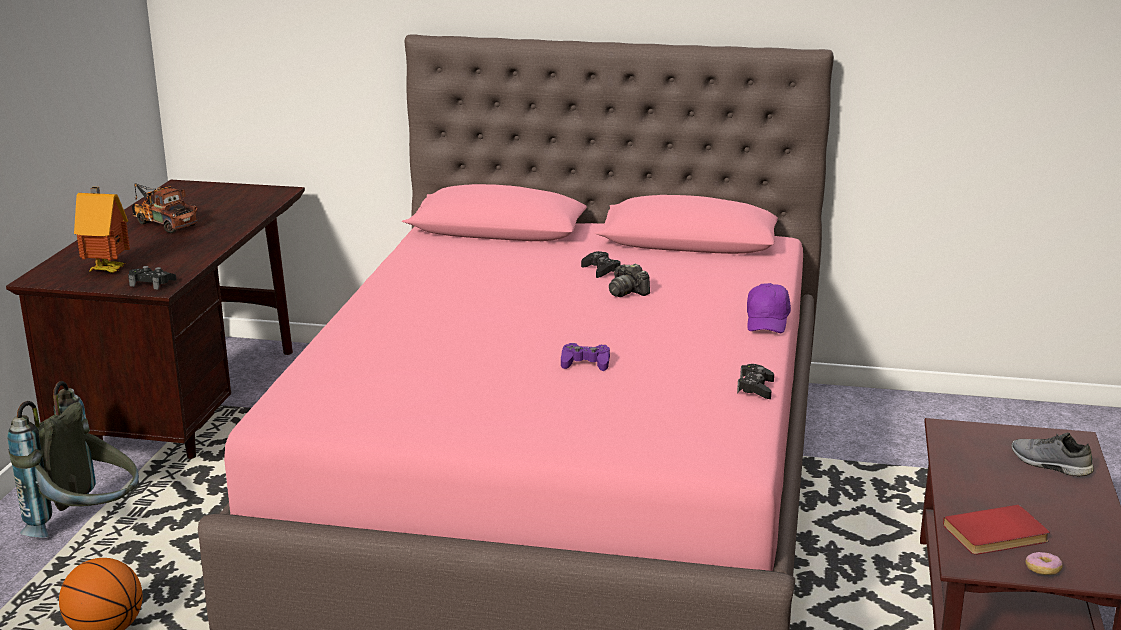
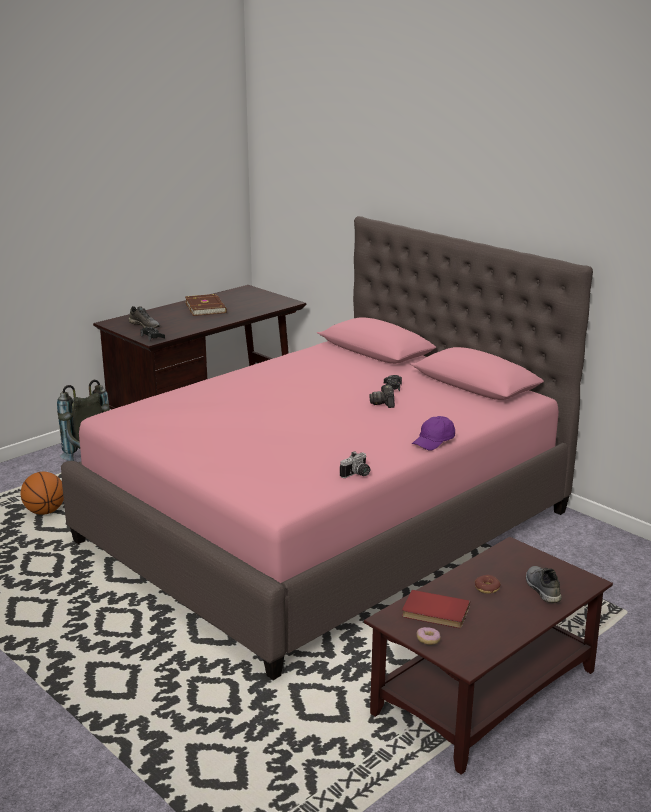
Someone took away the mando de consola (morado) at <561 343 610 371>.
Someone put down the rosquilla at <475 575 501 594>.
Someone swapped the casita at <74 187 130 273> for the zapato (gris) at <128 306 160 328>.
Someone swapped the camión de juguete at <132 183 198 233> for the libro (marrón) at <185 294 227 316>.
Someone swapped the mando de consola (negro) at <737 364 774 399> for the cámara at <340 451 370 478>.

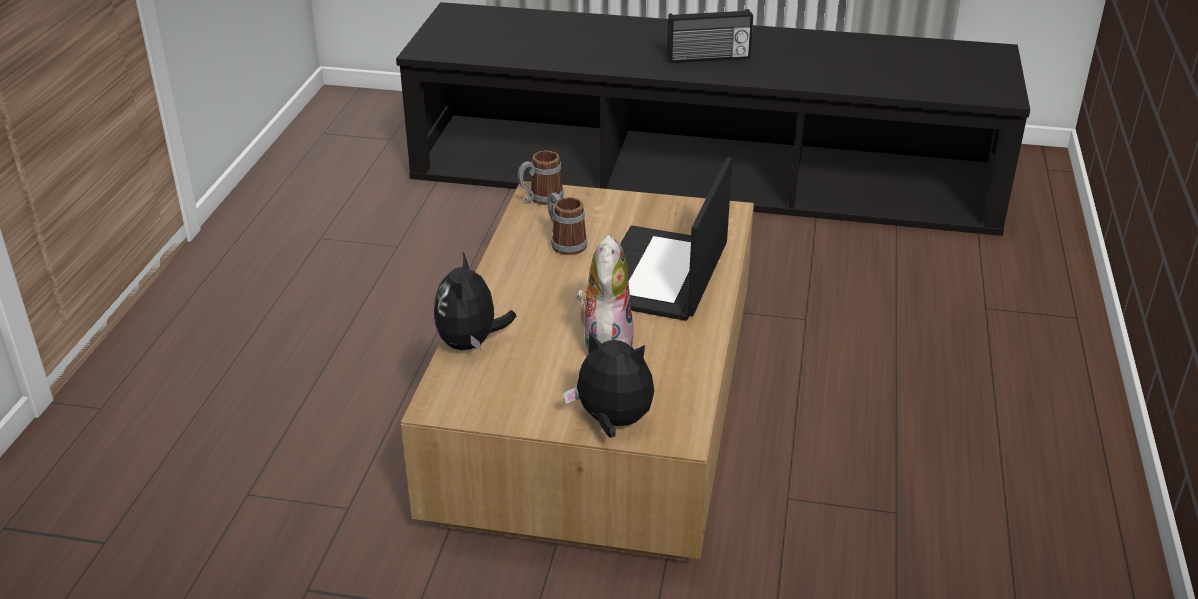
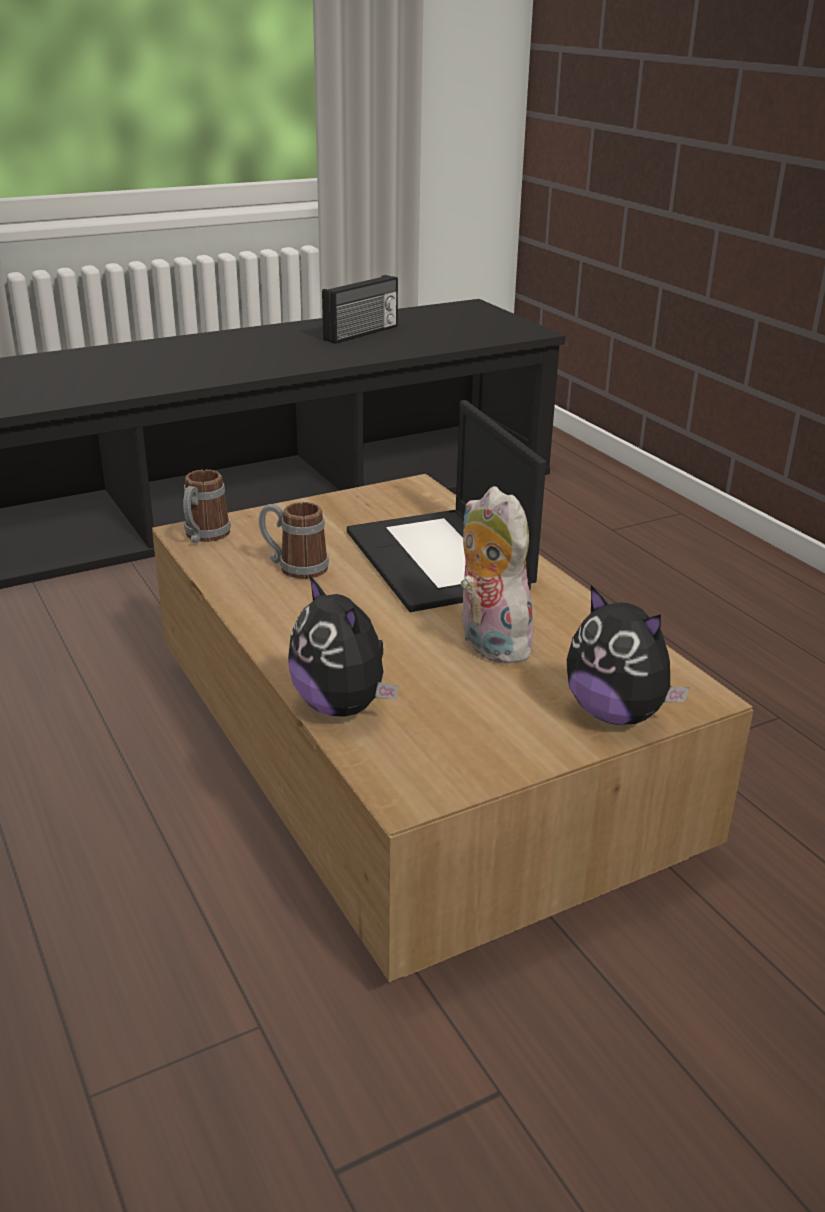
Someone carried the radio from <667 9 753 63> to <322 275 398 344>.
Someone rotated the peluche at <564 331 654 437> by 120 degrees counterclockwise.

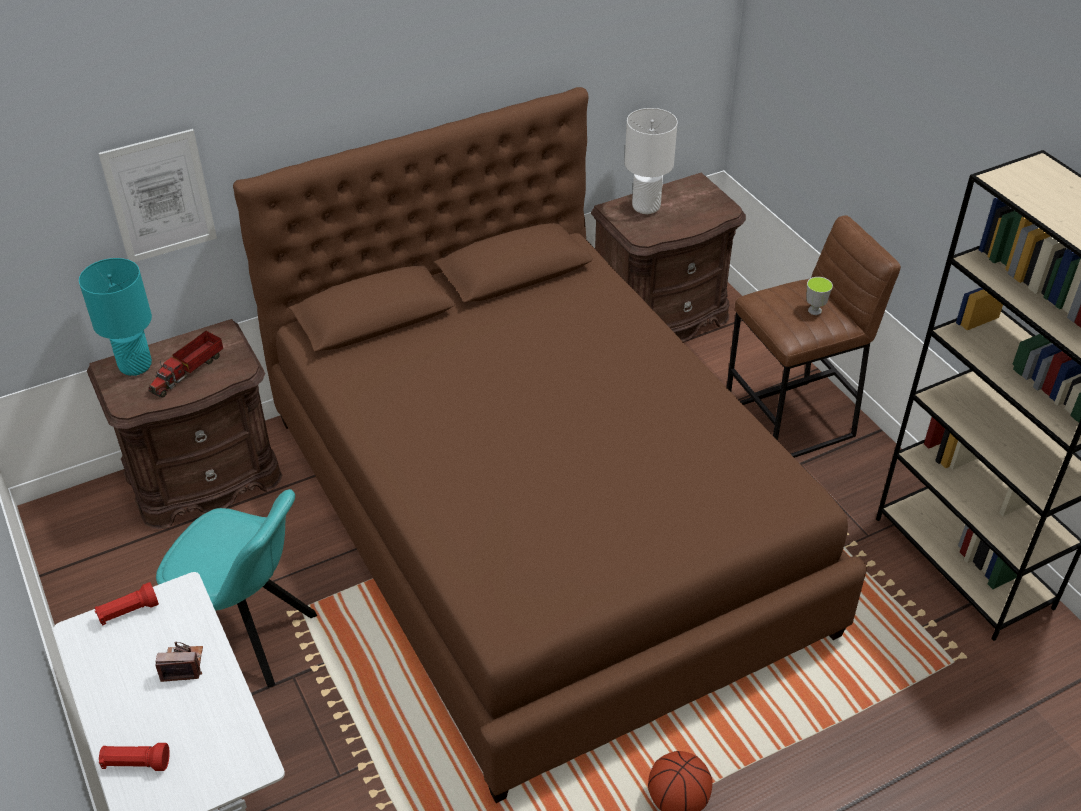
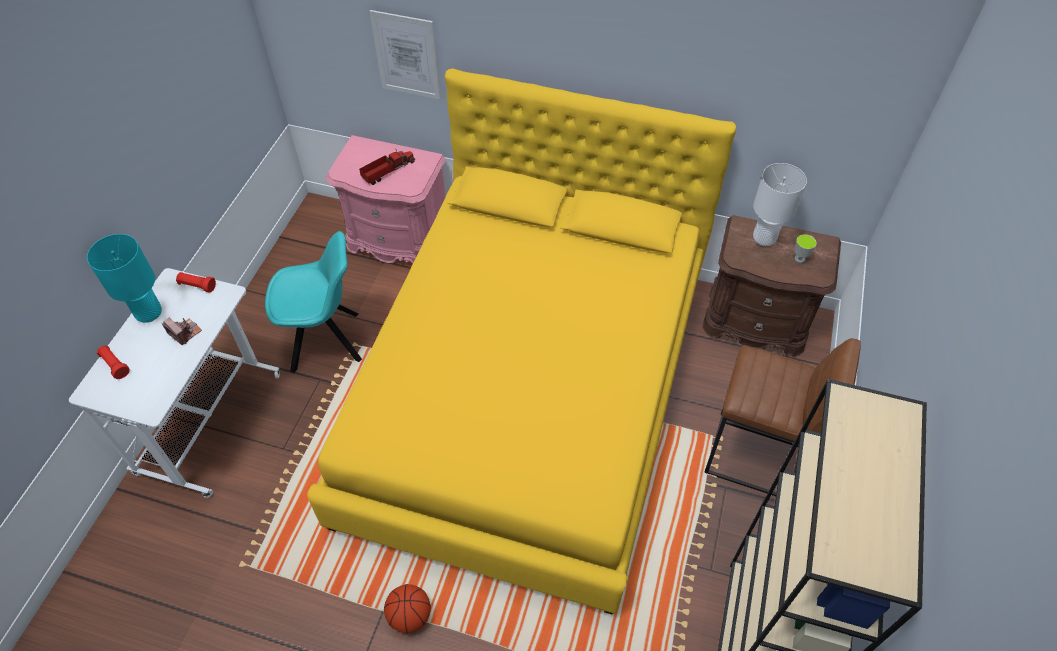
Someone carried the lámpara de mesa (turquesa) from <79 258 152 376> to <87 234 162 323>.
Someone carried the taza from <806 277 833 315> to <795 234 817 263>.
Someone repainted the mesita de noche (marrón) at <87 319 282 529>, which became the mesita de noche (rosa) at <326 135 446 263>.
Someone repainted the cama (marrón) at <233 87 867 803>, which became the cama (amarillo) at <307 68 736 615>.
Someone rotated the camión de juguete at <149 331 223 398> by 150 degrees clockwise.
Someone rotated the silla (turquesa) at <156 489 317 688> by 75 degrees counterclockwise.

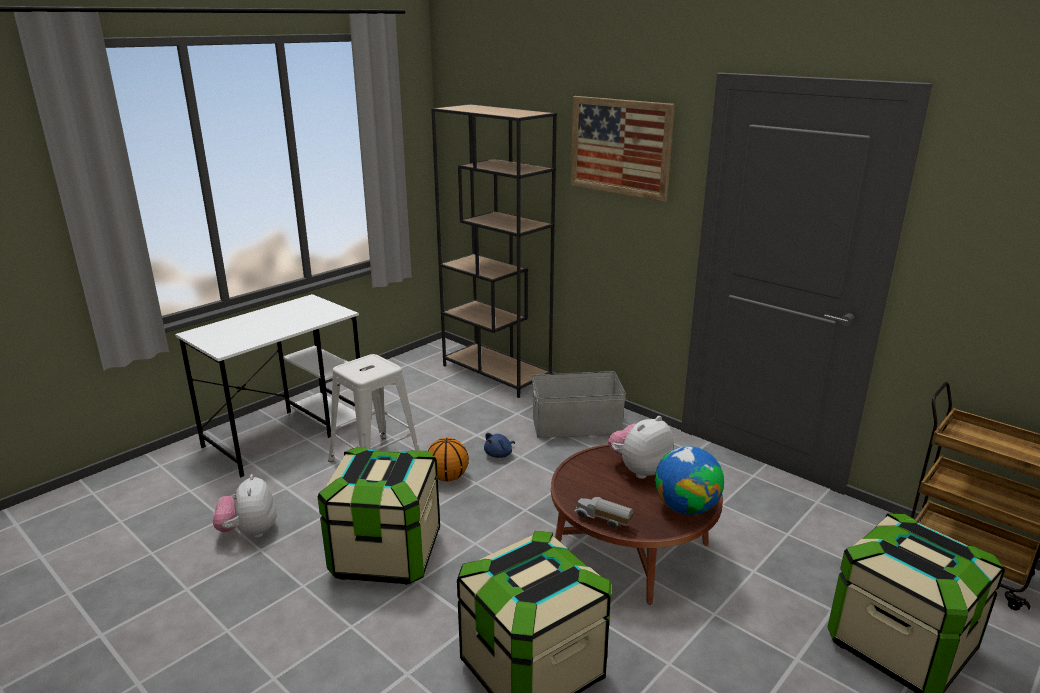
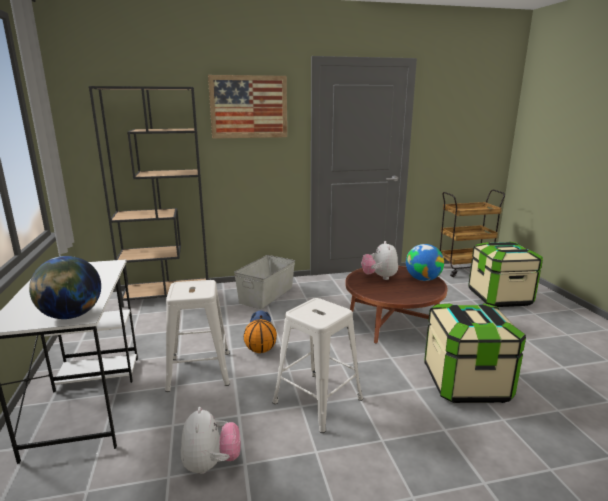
Someone took away the camión de juguete at <574 497 634 529>.
Someone put down the globo terráqueo at <29 256 101 319>.
Someone swapped the caja de almacenaje at <318 447 440 585> for the taburete (blanco) at <272 298 363 433>.
Someone rotated the peluche at <213 474 277 538> by 120 degrees counterclockwise.

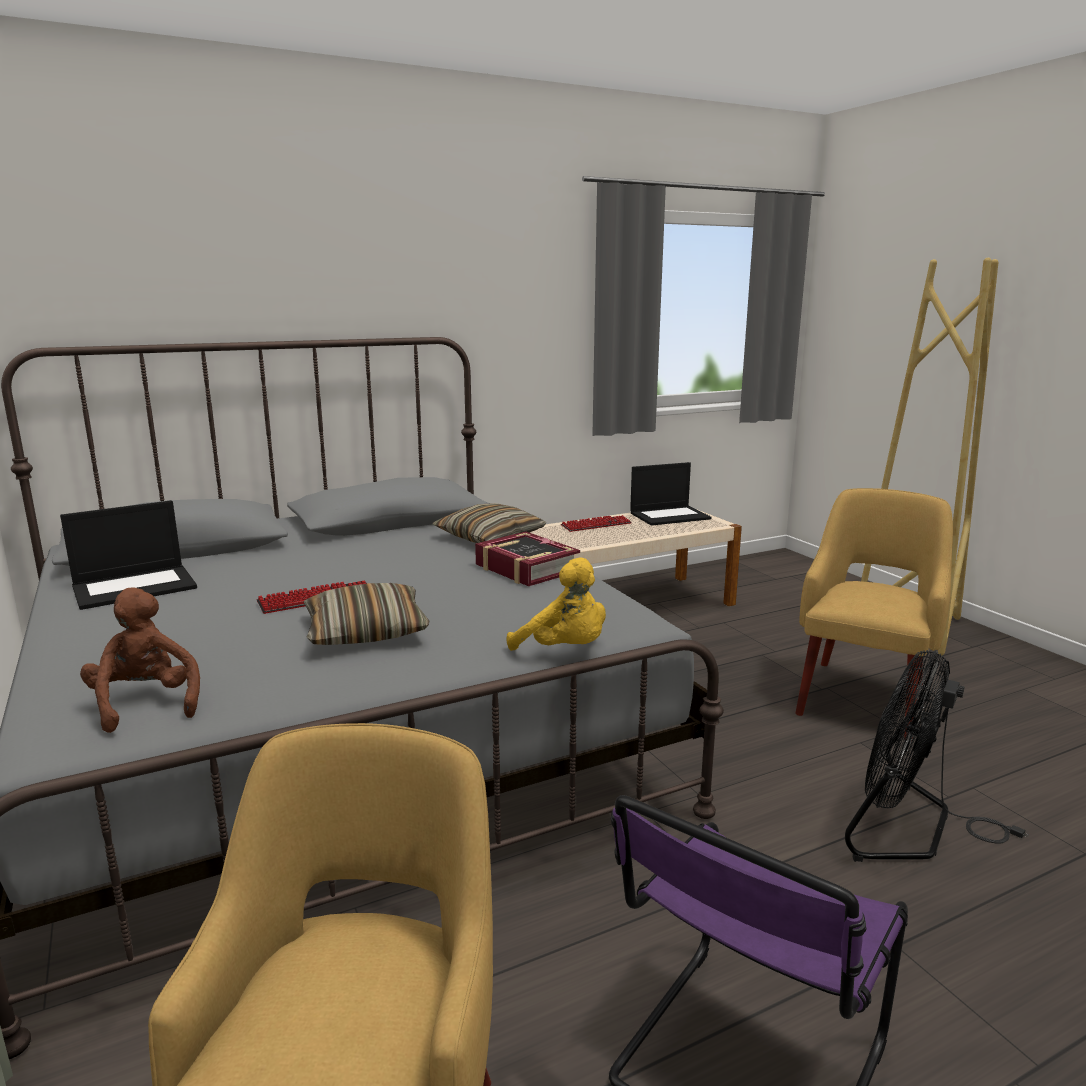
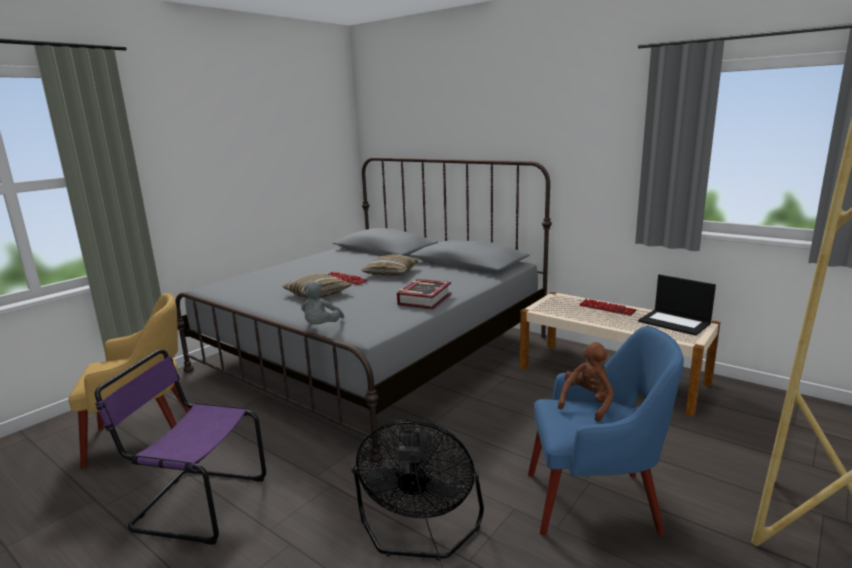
Someone took away the portátil at <60 500 197 610>.
Someone carried the peluche (marrón) from <80 587 200 733> to <558 342 614 422>.
Someone carried the cojín from <432 503 547 543> to <361 254 418 276>.
Someone repainted the peluche (amarillo) at <506 557 606 651>, which became the peluche (gris) at <301 281 344 325>.
Someone repainted the sillón (amarillo) at <795 488 953 739>, which became the sillón (azul) at <528 326 684 536>.

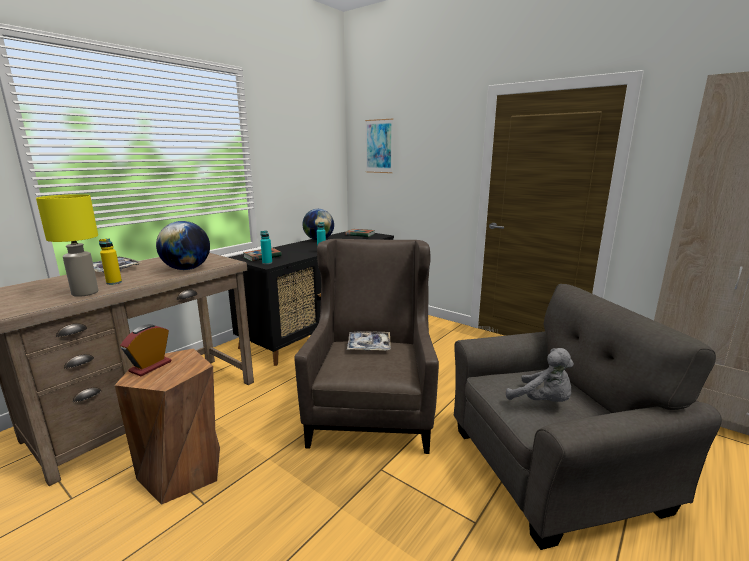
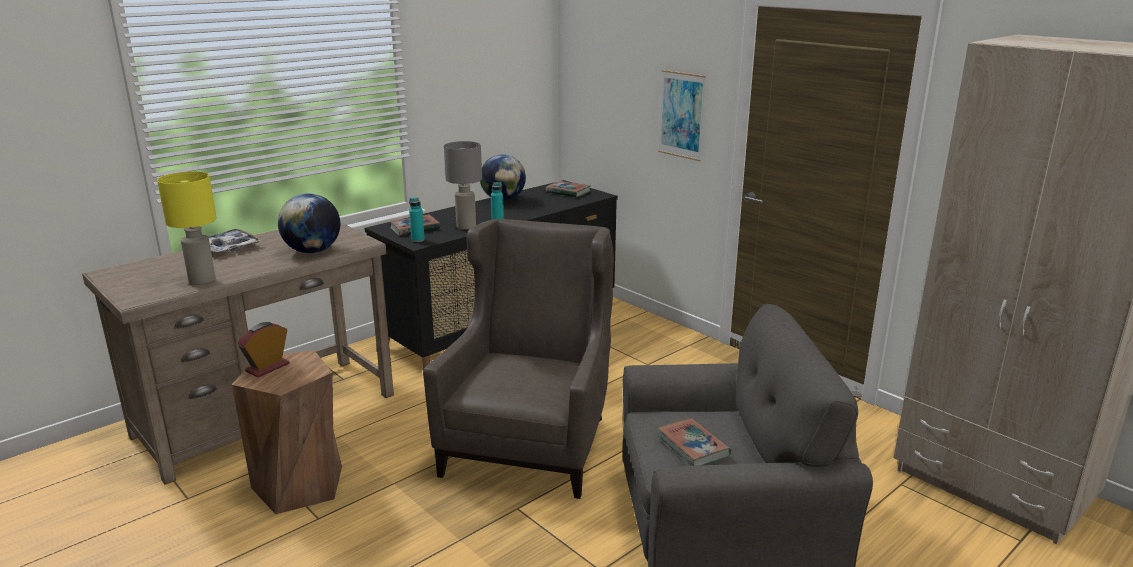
Someone took away the botella (amarillo) at <99 238 122 285>.
Someone took away the bandeja at <347 331 391 350>.
Someone put down the lámpara de mesa (gris) at <444 141 482 230>.
Someone carried the cuadro from <365 119 393 173> to <658 70 706 161>.
Someone swapped the peluche (gris) at <506 348 574 402> for the libro at <658 418 731 466>.

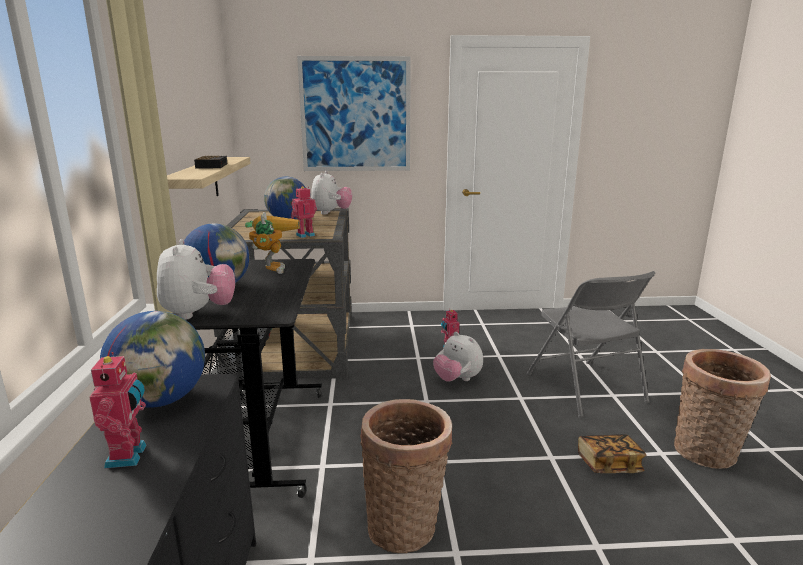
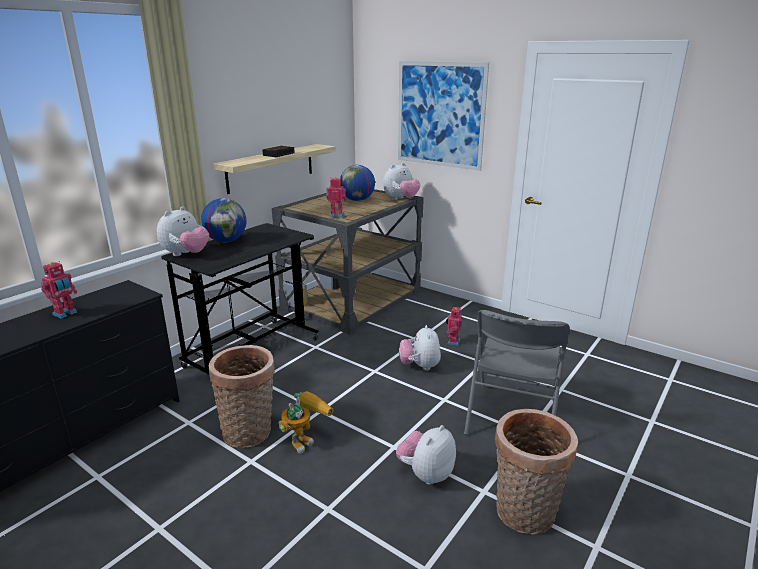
Someone took away the globo terráqueo at <100 311 205 408>.
Someone carried the robot de juguete from <245 212 300 274> to <279 391 334 454>.
Someone swapped the libro at <578 434 646 473> for the peluche at <396 425 456 485>.

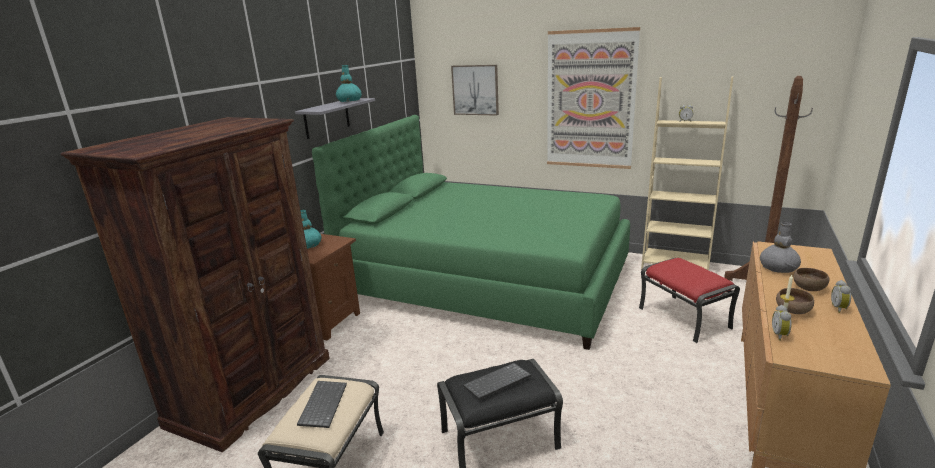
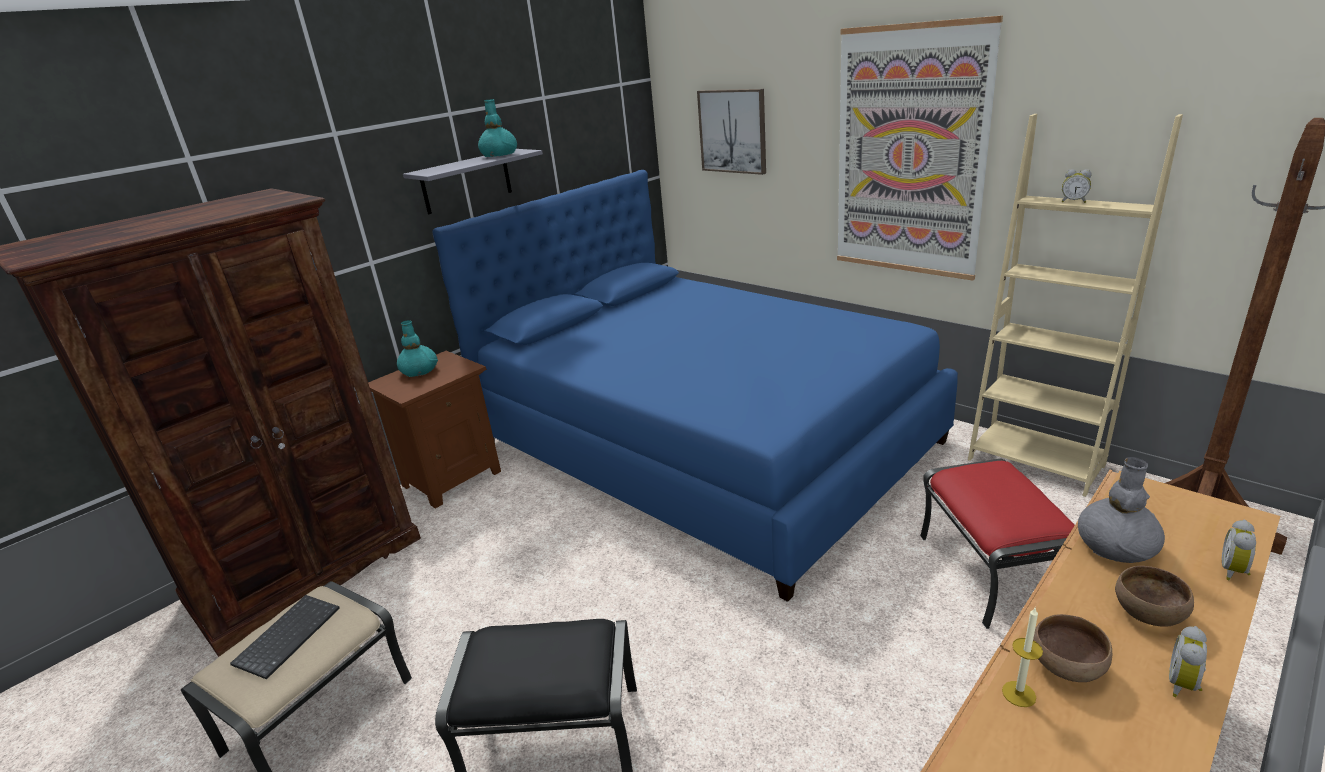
Someone took away the teclado at <463 363 531 400>.
Someone carried the despertador from <772 305 792 341> to <1222 520 1256 580>.
Someone repainted the cama (verde) at <312 115 630 350>, which became the cama (azul) at <432 170 958 602>.

